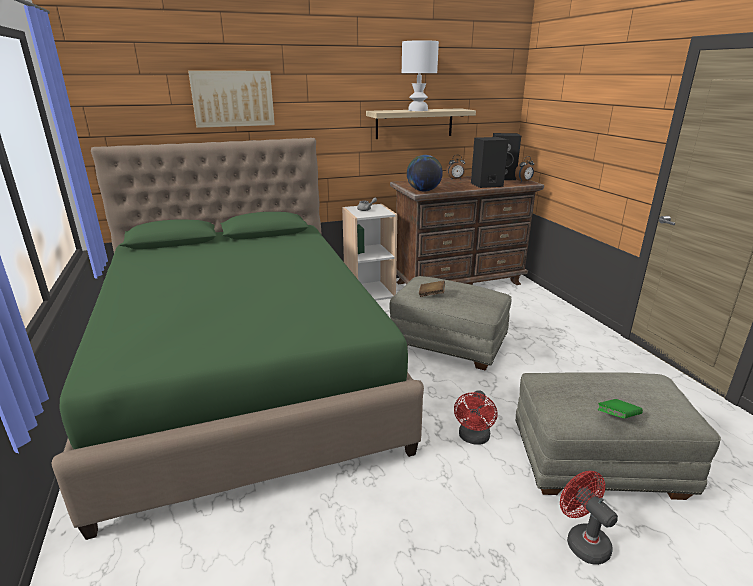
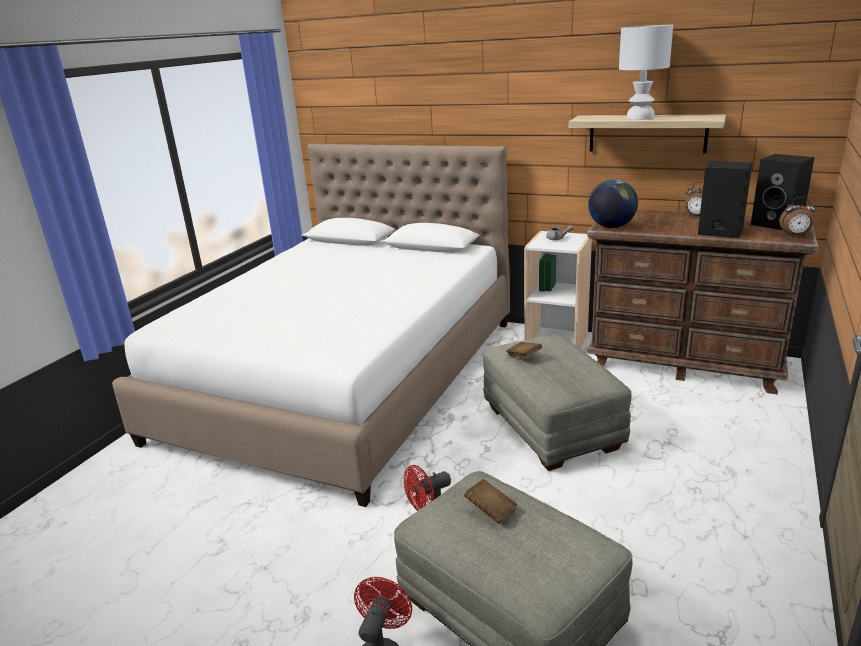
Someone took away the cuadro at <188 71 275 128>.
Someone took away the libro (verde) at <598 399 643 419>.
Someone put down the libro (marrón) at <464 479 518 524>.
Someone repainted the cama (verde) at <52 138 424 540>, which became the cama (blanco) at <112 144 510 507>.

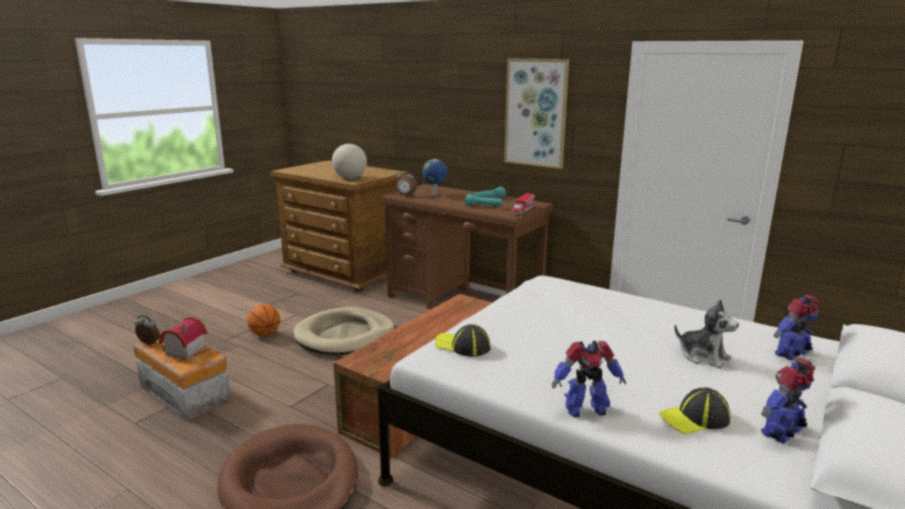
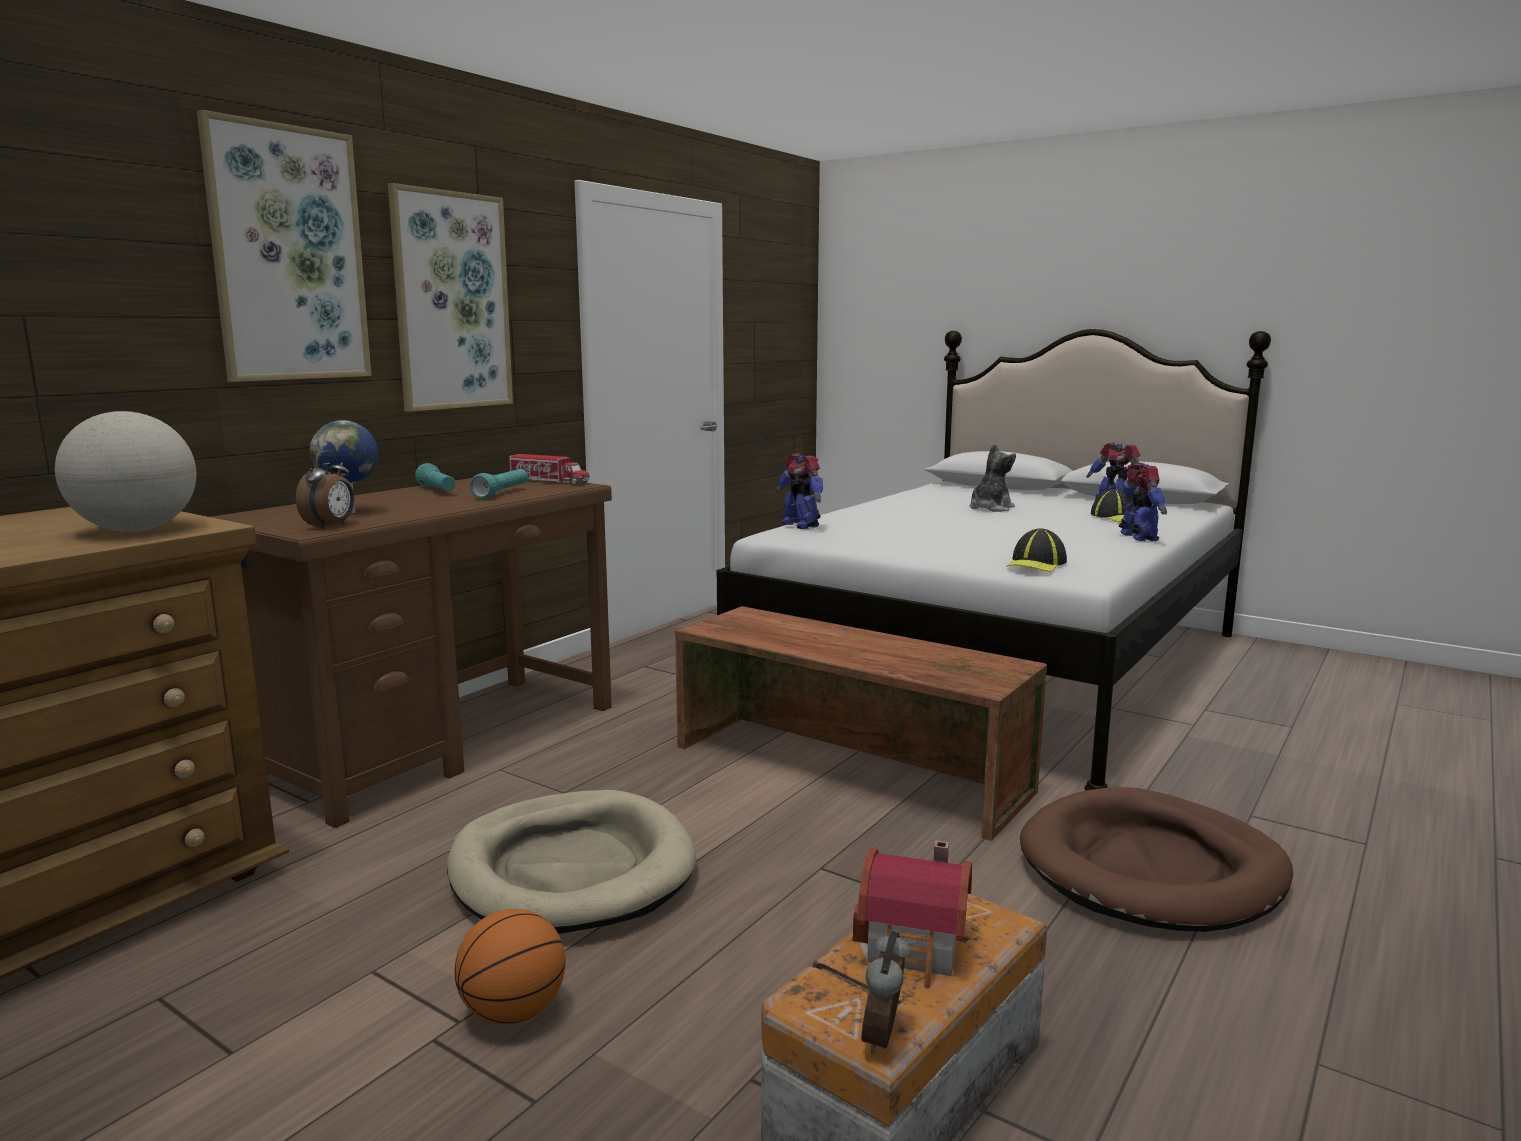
Someone put up the cuadro at <197 110 371 382>.
Someone carried the robot de juguete from <774 295 819 361> to <776 453 823 529>.

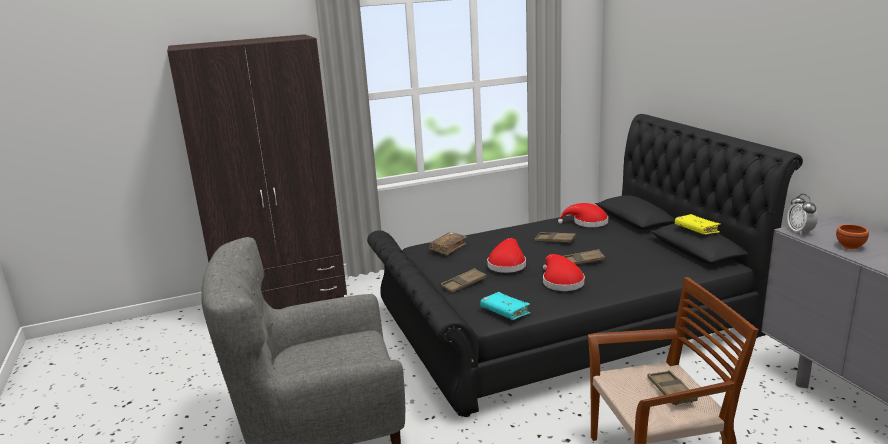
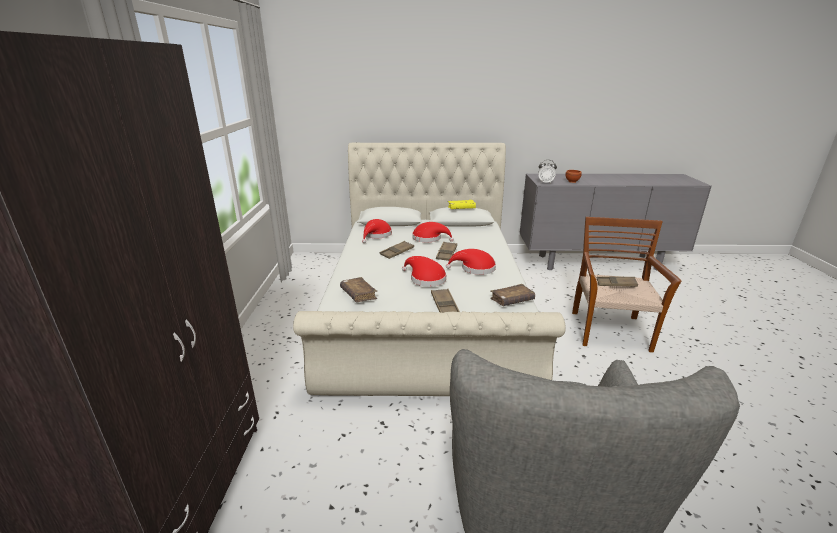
Someone put down the sombrero (rojo) at <412 222 454 242>.
Someone repainted the cama (negro) at <367 114 803 417>, which became the cama (beis) at <293 143 566 396>.
Someone repainted the libro (turquesa) at <480 292 530 320>, which became the libro (marrón) at <490 284 535 306>.

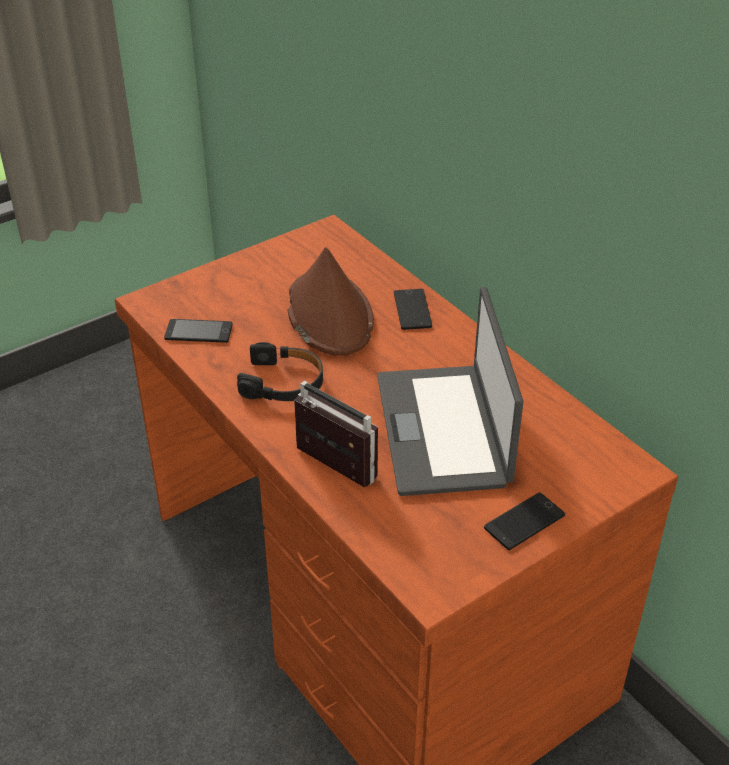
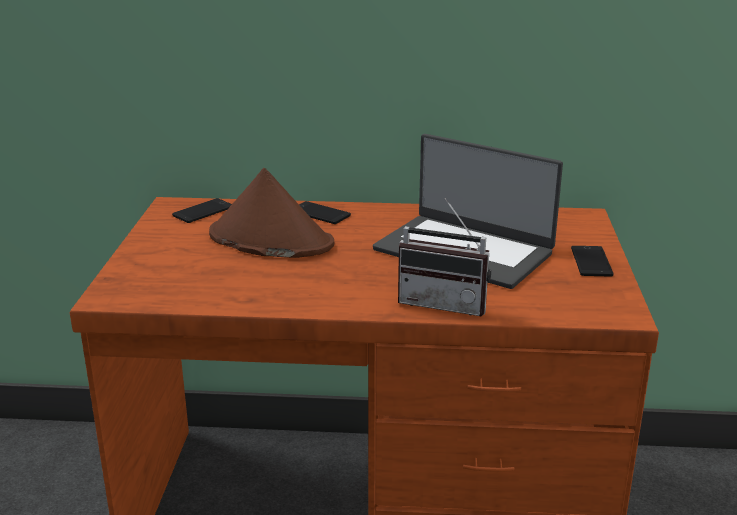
Someone took away the auriculares (negro) at <237 342 323 401>.
Someone carried the móvil from <164 319 233 343> to <172 198 232 223>.
Someone rotated the radio at <294 381 378 487> by 150 degrees counterclockwise.

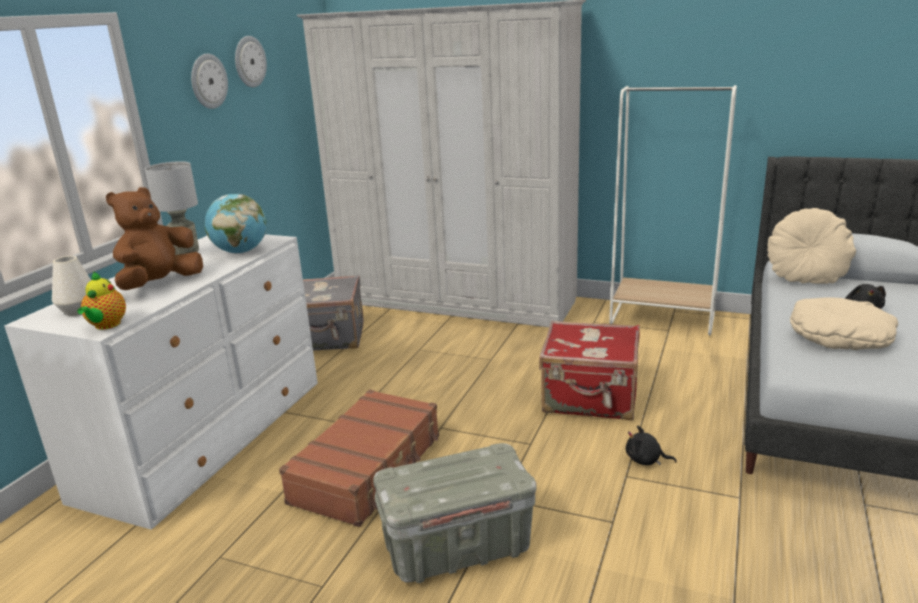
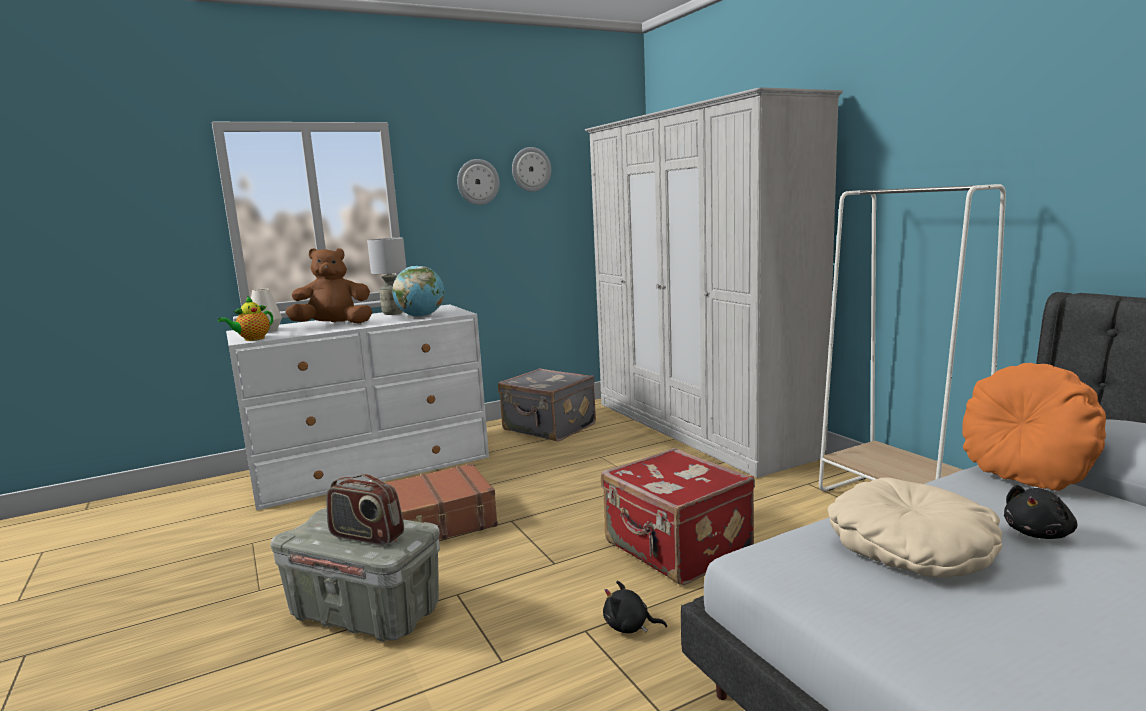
Someone put down the radio at <326 474 404 546>.
Someone repainted the cojín (beis) at <767 208 856 284>, which became the cojín (naranja) at <962 363 1106 491>.
Someone rotated the peluche (negro) at <626 426 677 465> by 45 degrees counterclockwise.

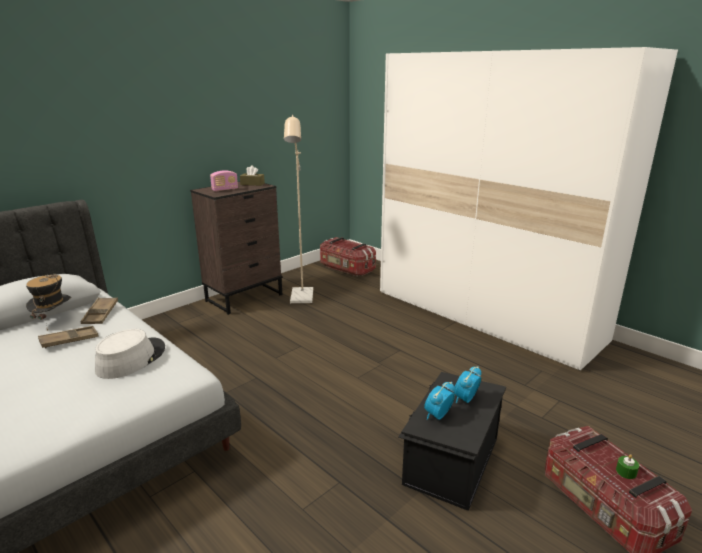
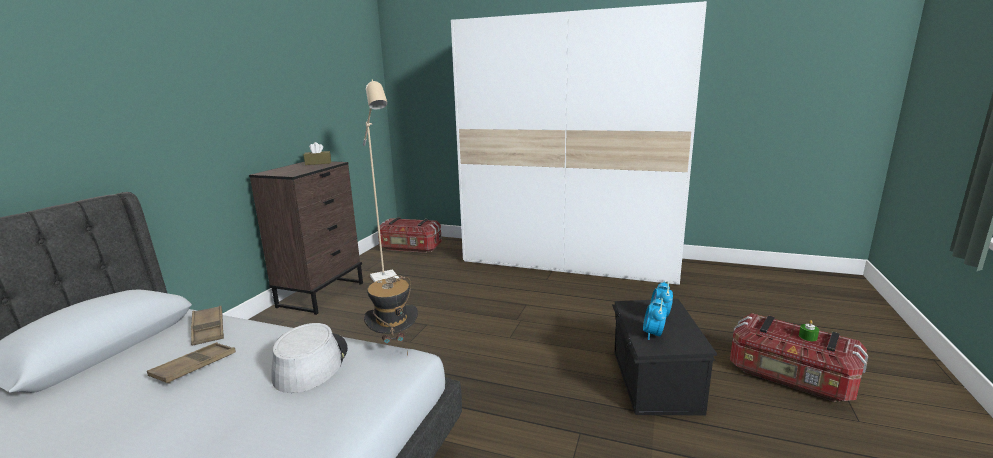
Someone took away the radio at <210 170 238 191>.
Someone carried the sombrero from <26 274 72 331> to <364 275 418 356>.

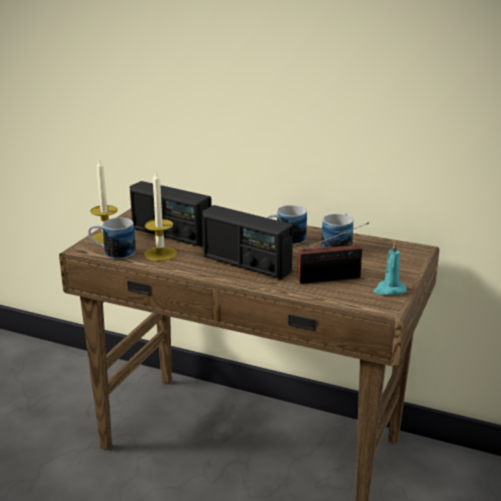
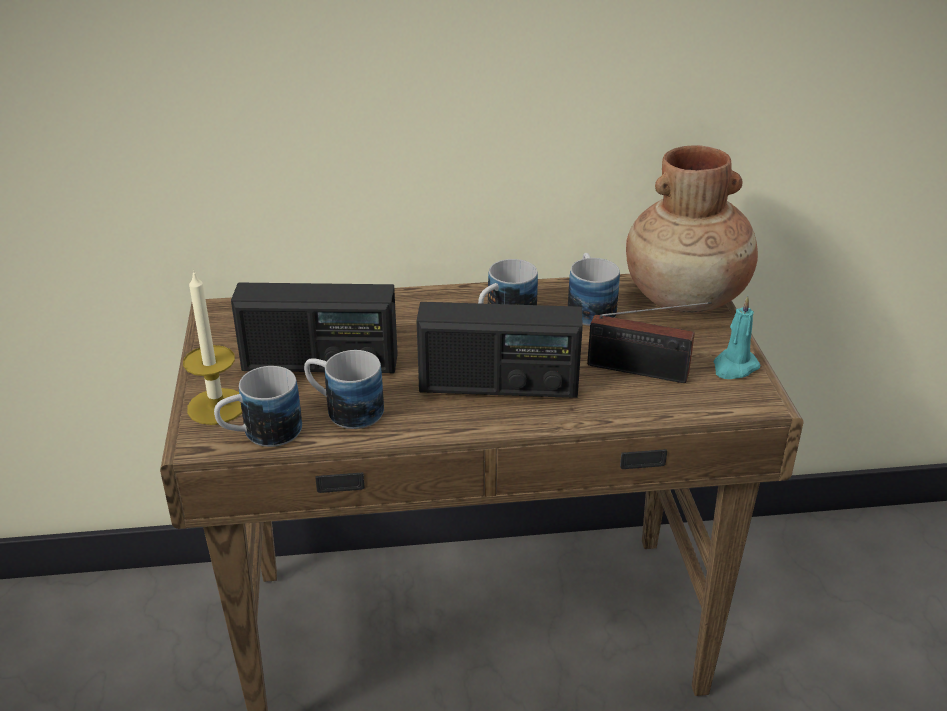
Someone put down the florero (marrón) at <626 145 758 313>.
Someone swapped the vela at <144 172 177 261> for the taza grande at <304 350 384 429>.
Someone rotated the radio at <297 222 369 284> by 60 degrees clockwise.

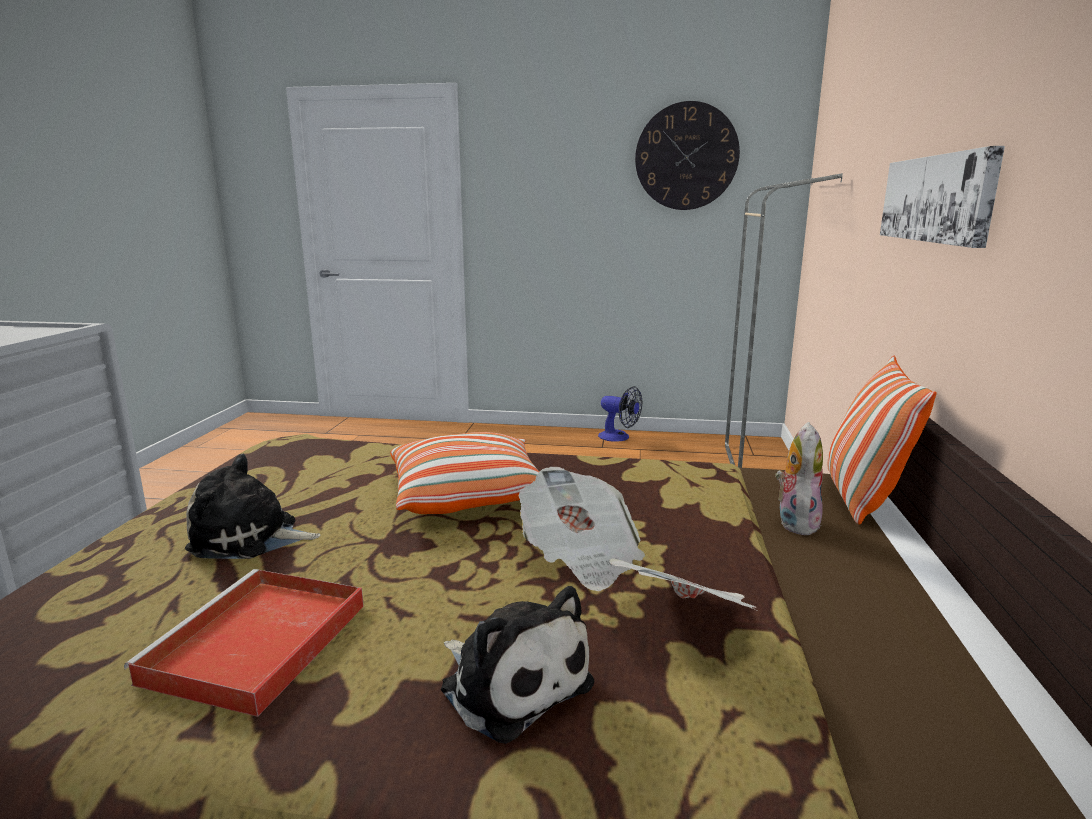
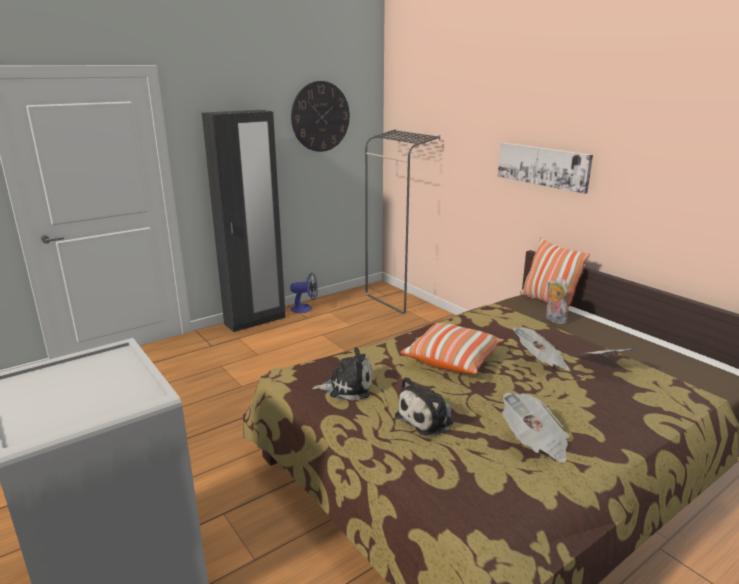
Someone put down the armario ropero (negro) at <202 110 285 332>.
Someone carried the peluche from <441 586 594 744> to <312 347 373 400>.
Someone swapped the bandeja (rojo) at <124 569 364 717> for the periódico at <502 393 569 463>.

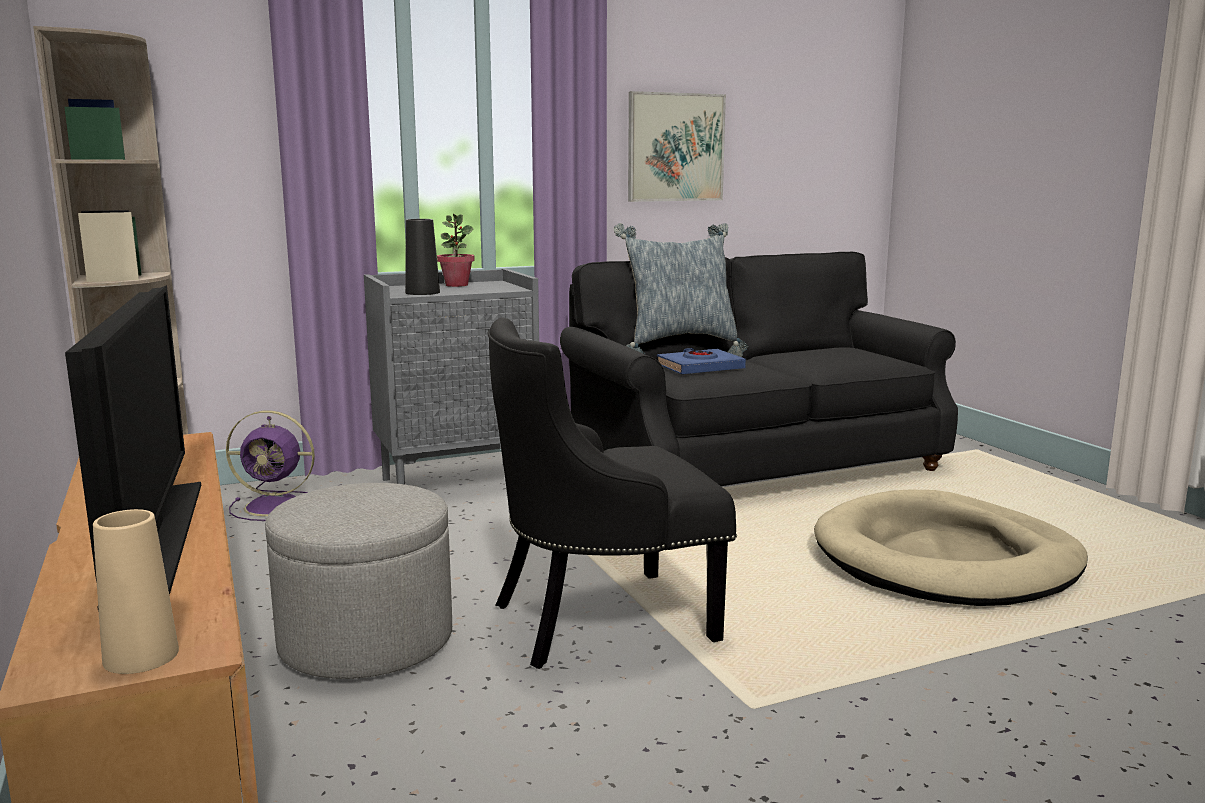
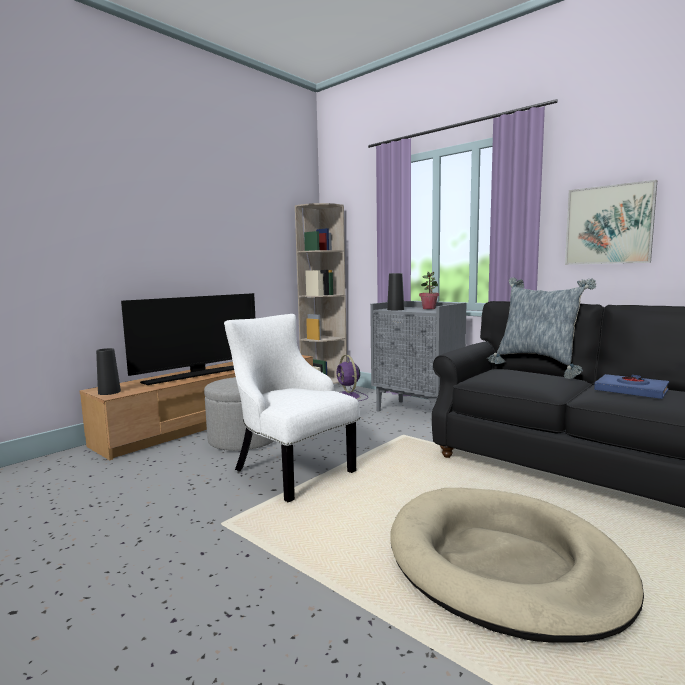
Someone carried the libro (azul) from <657 348 746 374> to <594 374 669 399>.
Someone repainted the florero (beis) at <93 509 179 674>, which became the florero (negro) at <96 348 121 395>.
Someone repainted the sillón (negro) at <488 317 737 669>, which became the sillón (blanco) at <224 314 361 502>.

